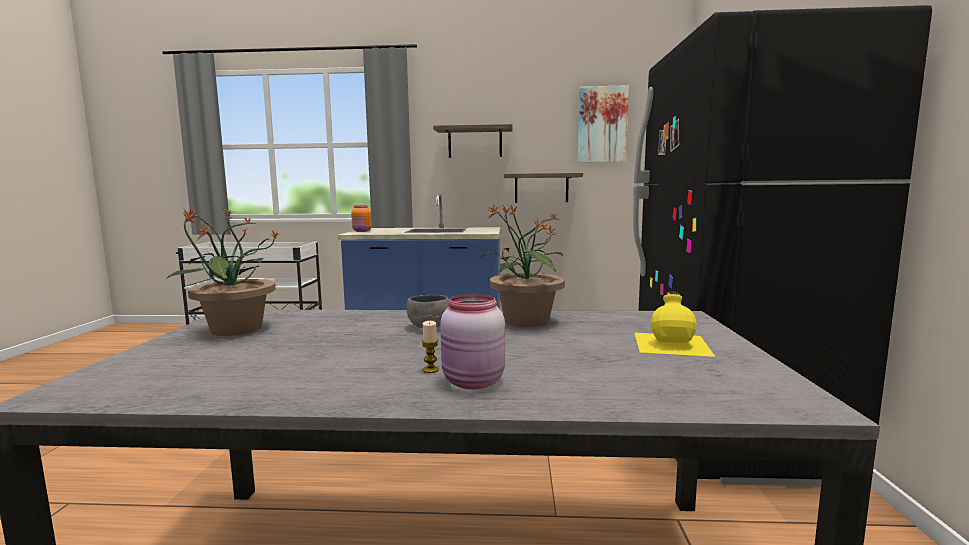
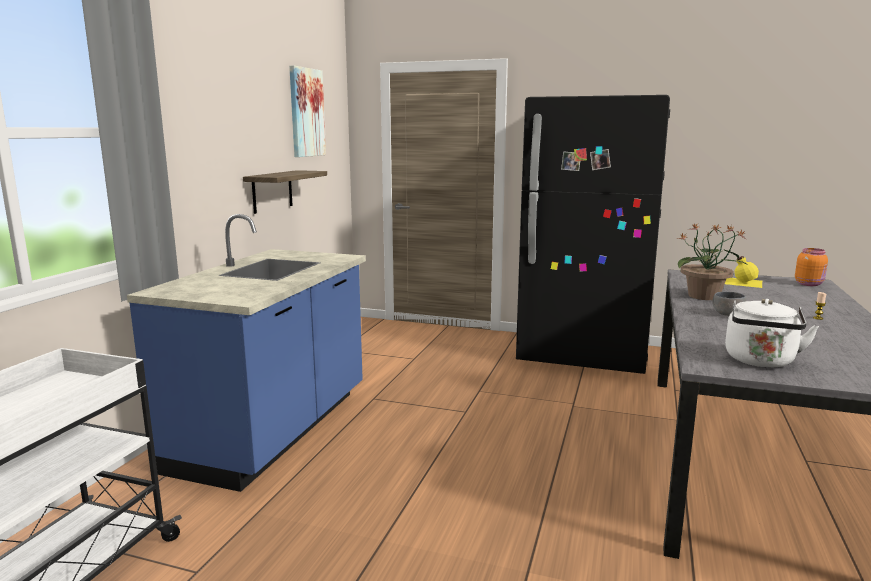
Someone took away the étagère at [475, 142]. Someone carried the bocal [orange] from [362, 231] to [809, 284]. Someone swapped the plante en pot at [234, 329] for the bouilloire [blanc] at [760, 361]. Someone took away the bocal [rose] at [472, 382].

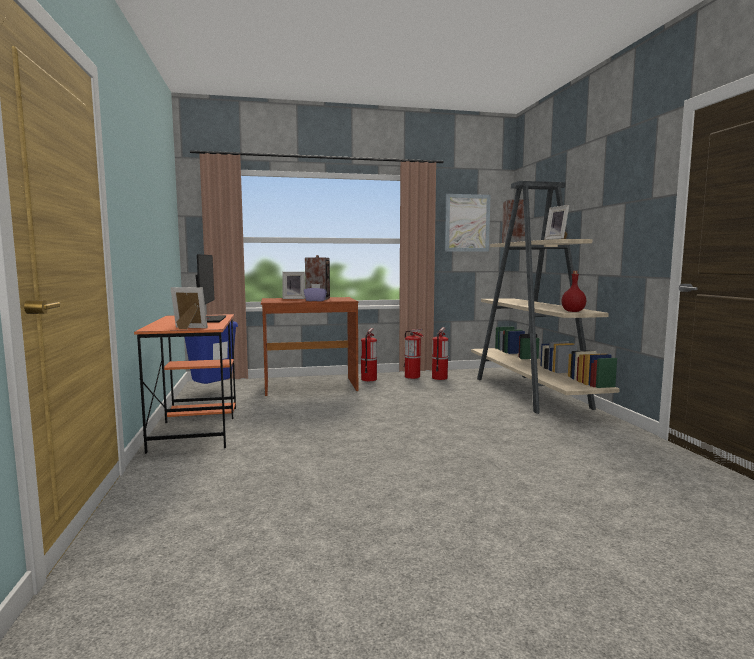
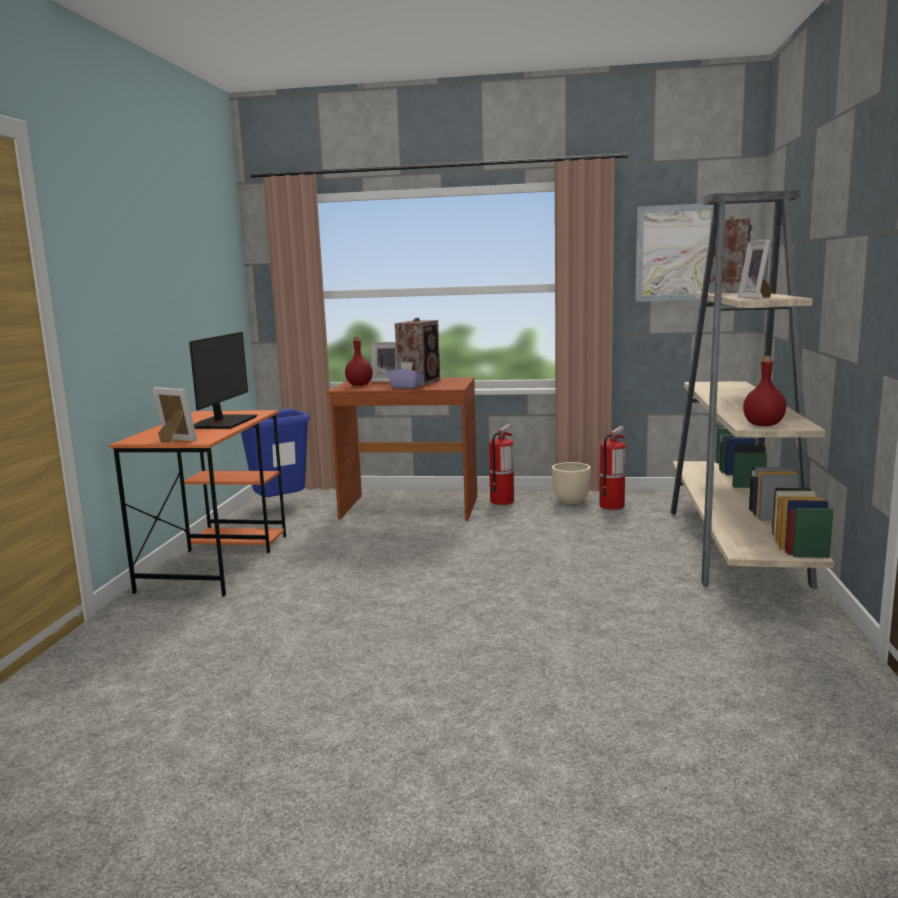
Someone swapped the extincteur at [412, 377] for the cache-pot [beige] at [571, 501]. Someone put down the bouteille [rouge] at [359, 385].

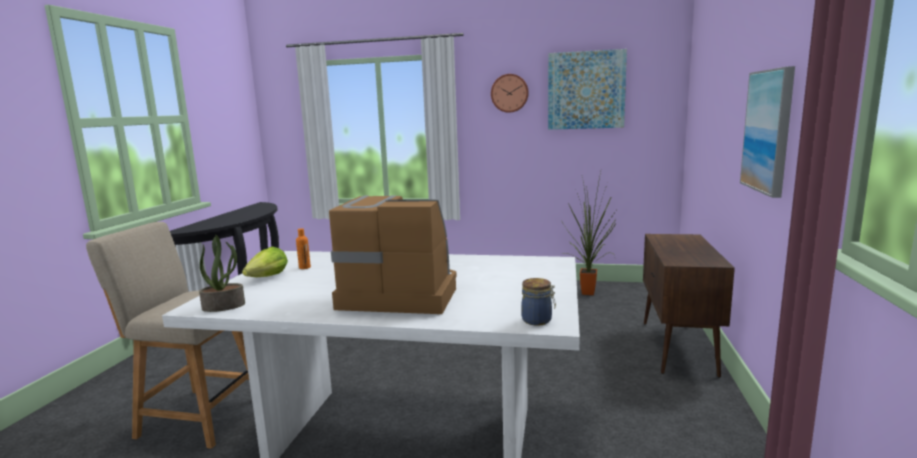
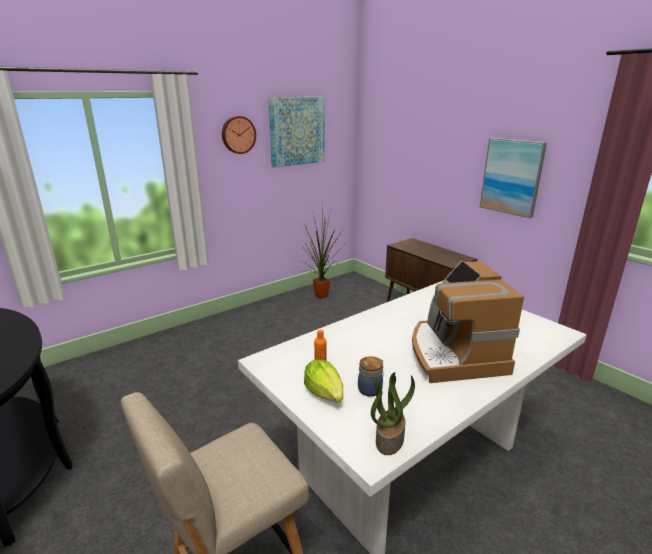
Someone rotated the machine à café at [398, 294] by 60 degrees counterclockwise. Someone carried the bocal from [538, 320] to [371, 389].

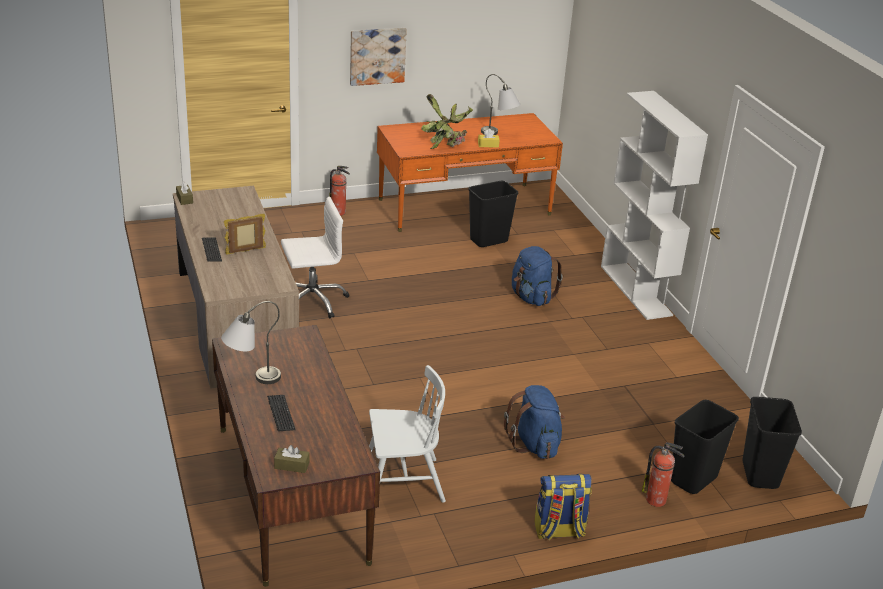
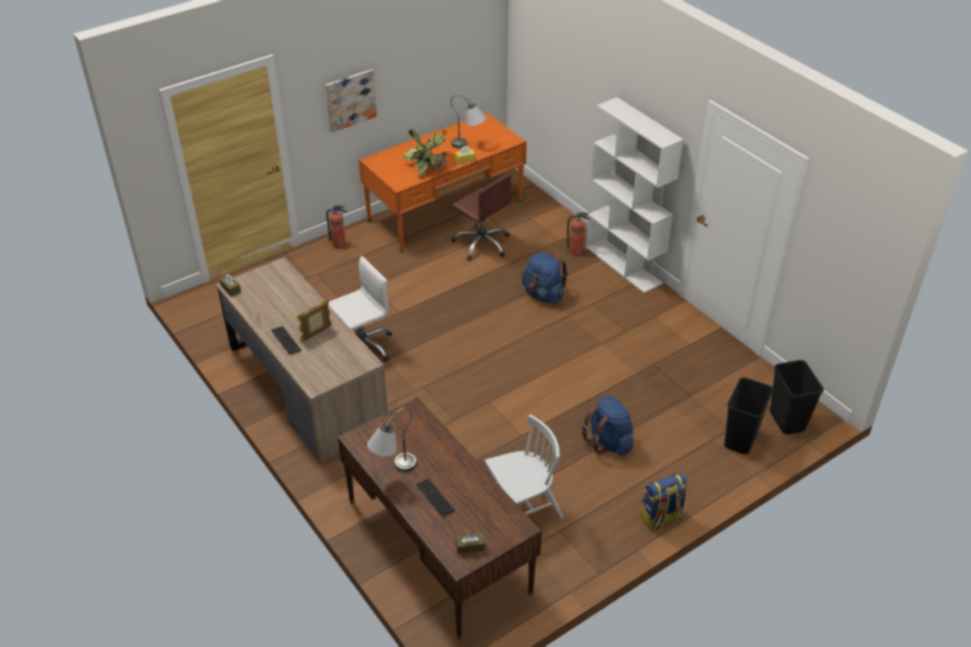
Someone swapped the poubelle [noir] at [488, 241] for the chaise de bureau [marron] at [482, 243]. Someone carried the extincteur from [657, 500] to [576, 252].

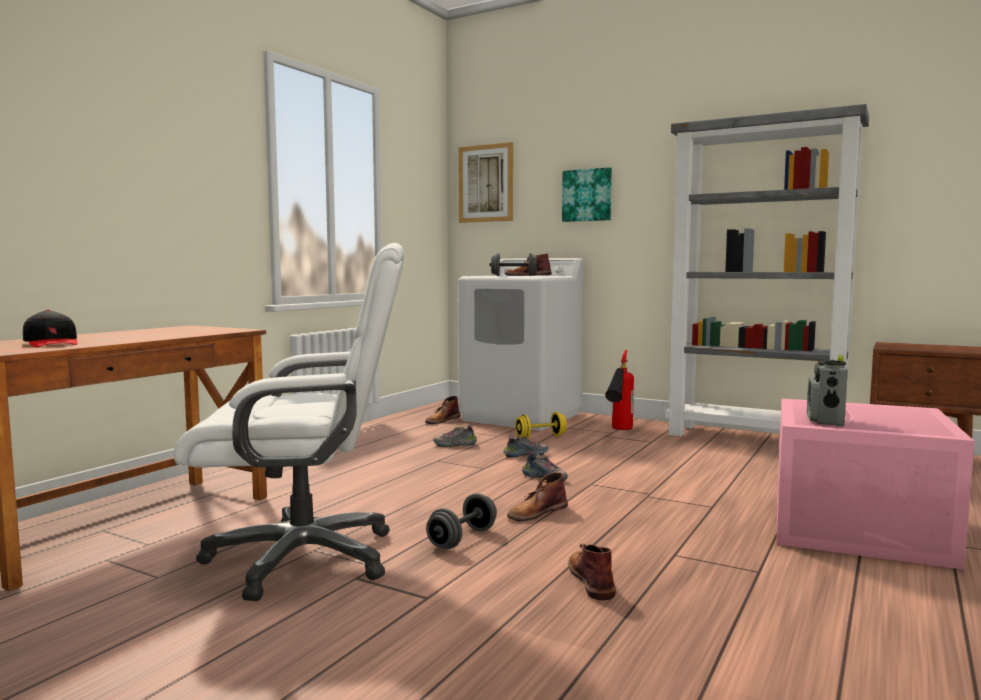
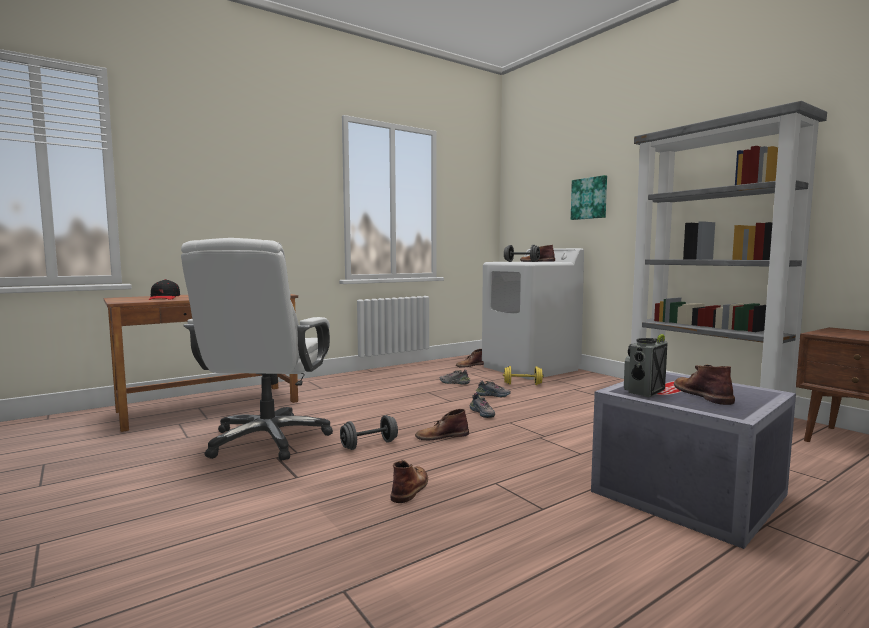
Someone took away the tableau at [485, 183]. Someone rotated the chaise de bureau [blanc] at [305, 557] by 75 degrees clockwise. Someone took away the extincteur at [619, 432]. Someone repainted the boîte de rangement [rose] at [860, 529], which became the boîte de rangement [gris] at [690, 494]. Someone put down the botte [marron] at [702, 395].

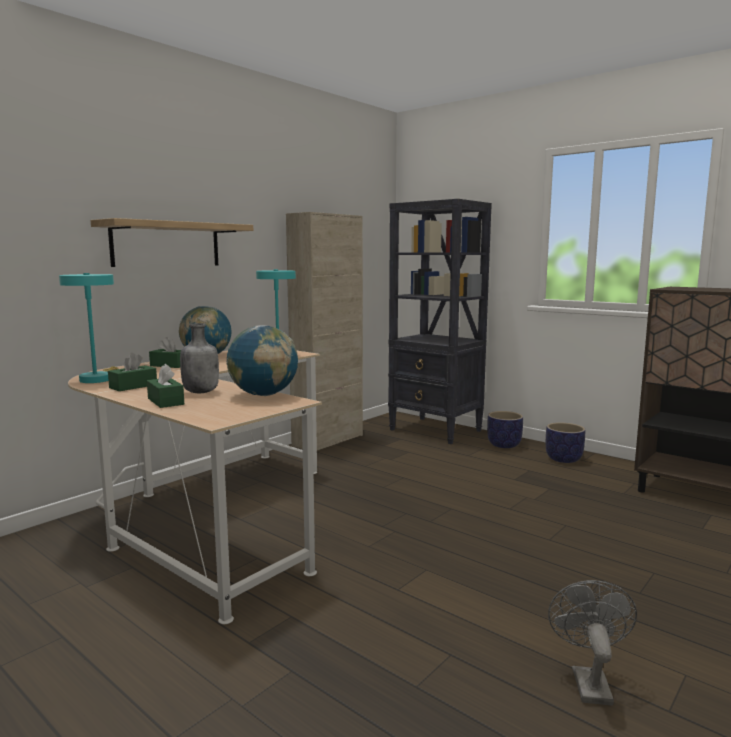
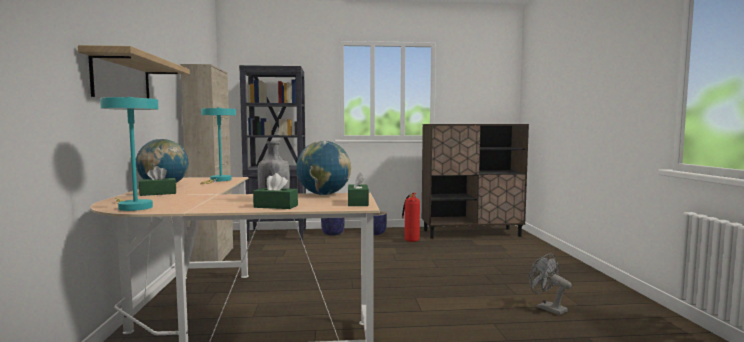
Someone carried the boîte à mouchoirs [vert] from [133, 386] to [358, 203]. Someone put down the extincteur at [410, 238].

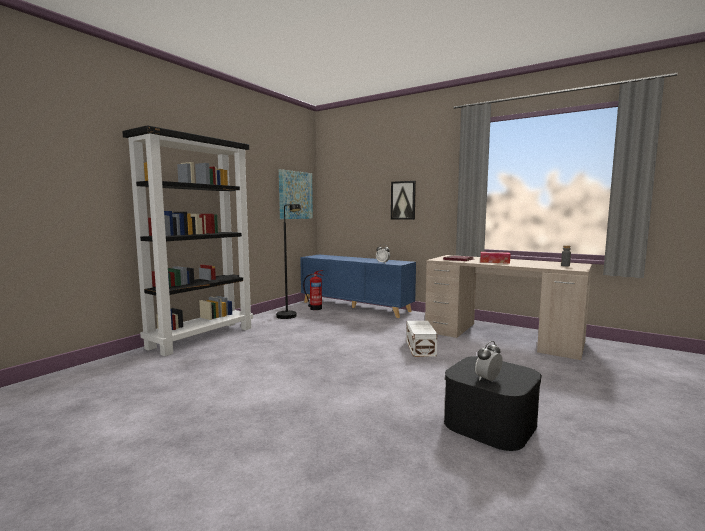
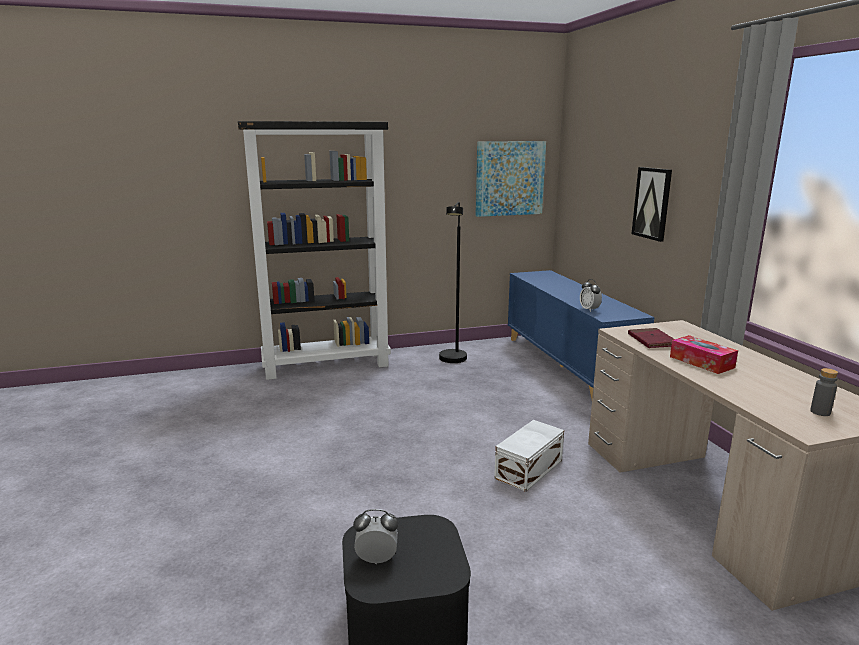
Someone took away the extincteur at [315, 308].

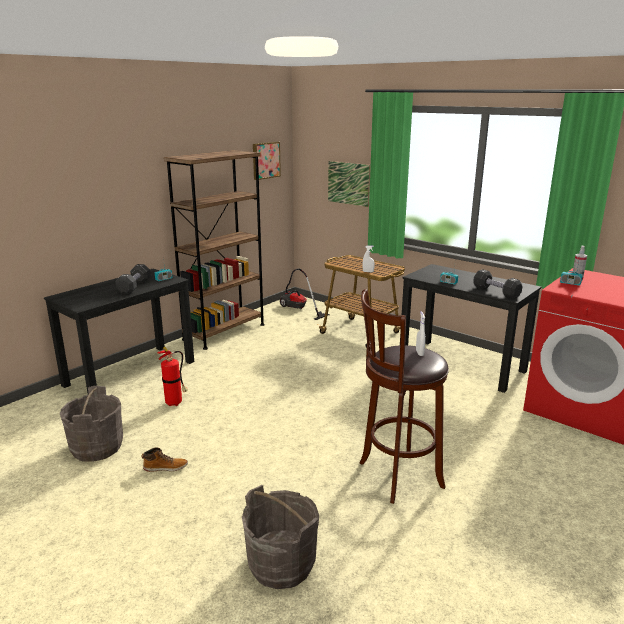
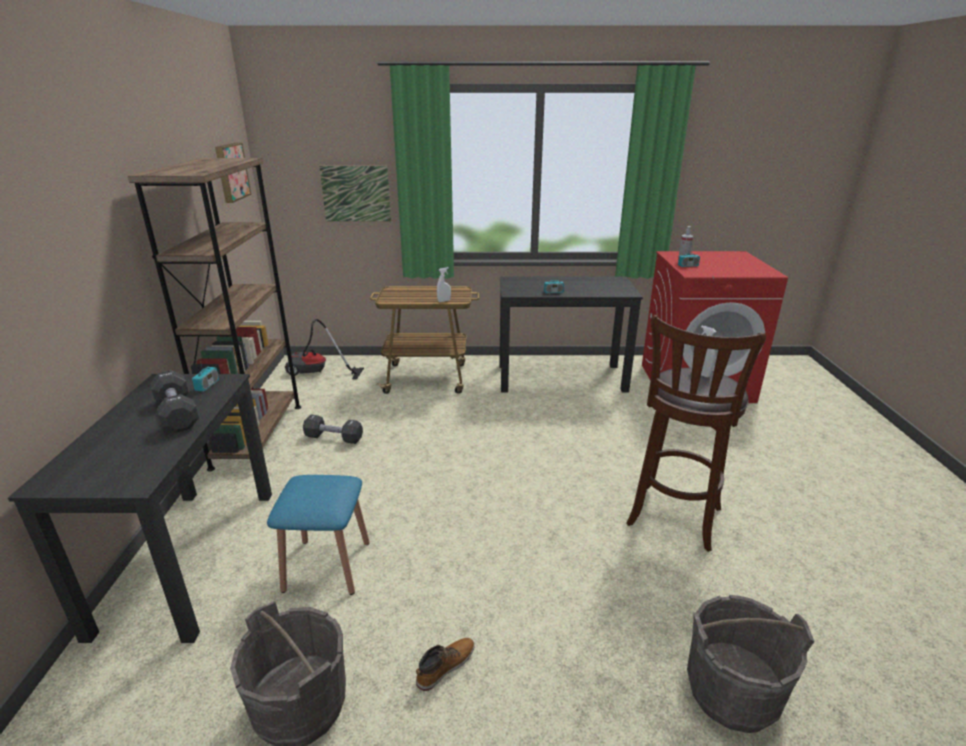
Someone carried the haltère [noir] from [496, 292] to [334, 438]. Someone swapped the extincteur at [175, 403] for the tabouret [bleu] at [327, 566].

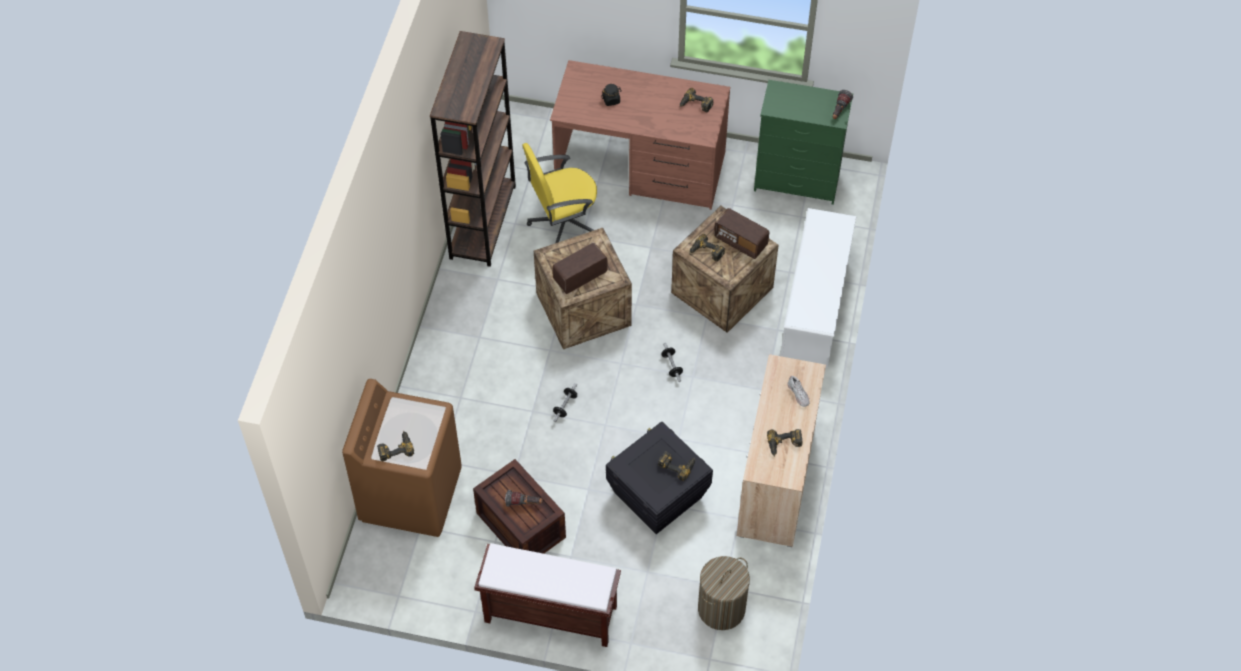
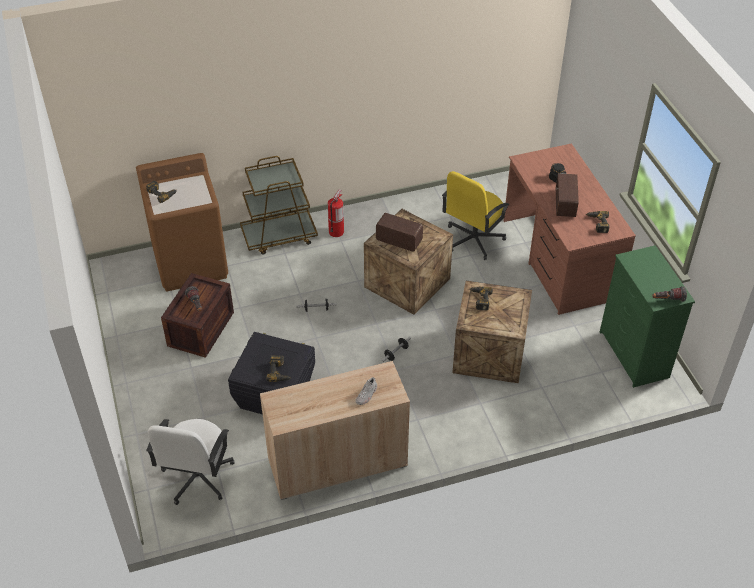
Someone took away the bibliothèque [marron] at [483, 222]. Someone rotated the chaise de bureau [jaune] at [563, 222] by 90 degrees counterclockwise. Someone carried the radio from [740, 242] to [565, 204]. Someone took away the étagère à chaussures [blanc] at [814, 308]. Someone took away the perceuse at [784, 445]. Someone took away the banc [marron] at [549, 614]. Someone swapped the panier à linge at [721, 609] for the chaise de bureau [blanc] at [197, 477]. Someone put down the chariot [marron] at [279, 236]. Someone put down the extincteur at [336, 231].

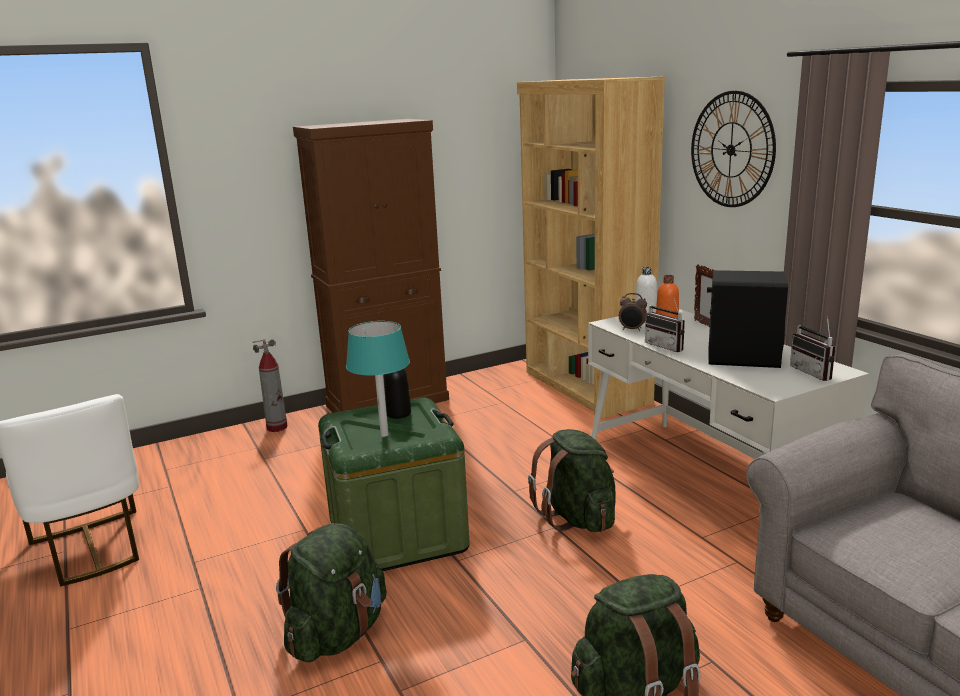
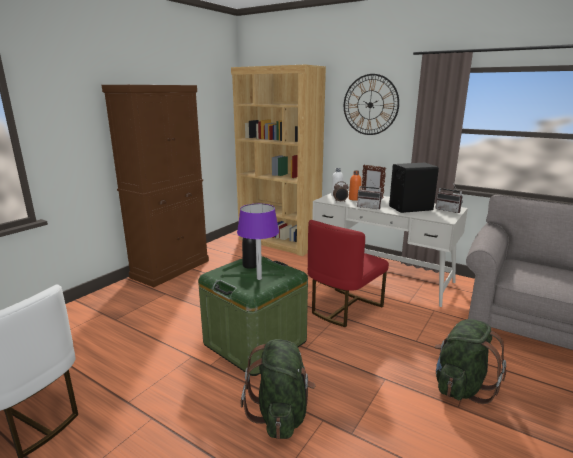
Someone repainted the lampe de table [turquoise] at [384, 435], which became the lampe de table [violet] at [259, 278]. Someone took away the extincteur at [277, 427]. Someone swapped the sac à dos [vert] at [577, 518] for the chaise [rouge] at [343, 308].

